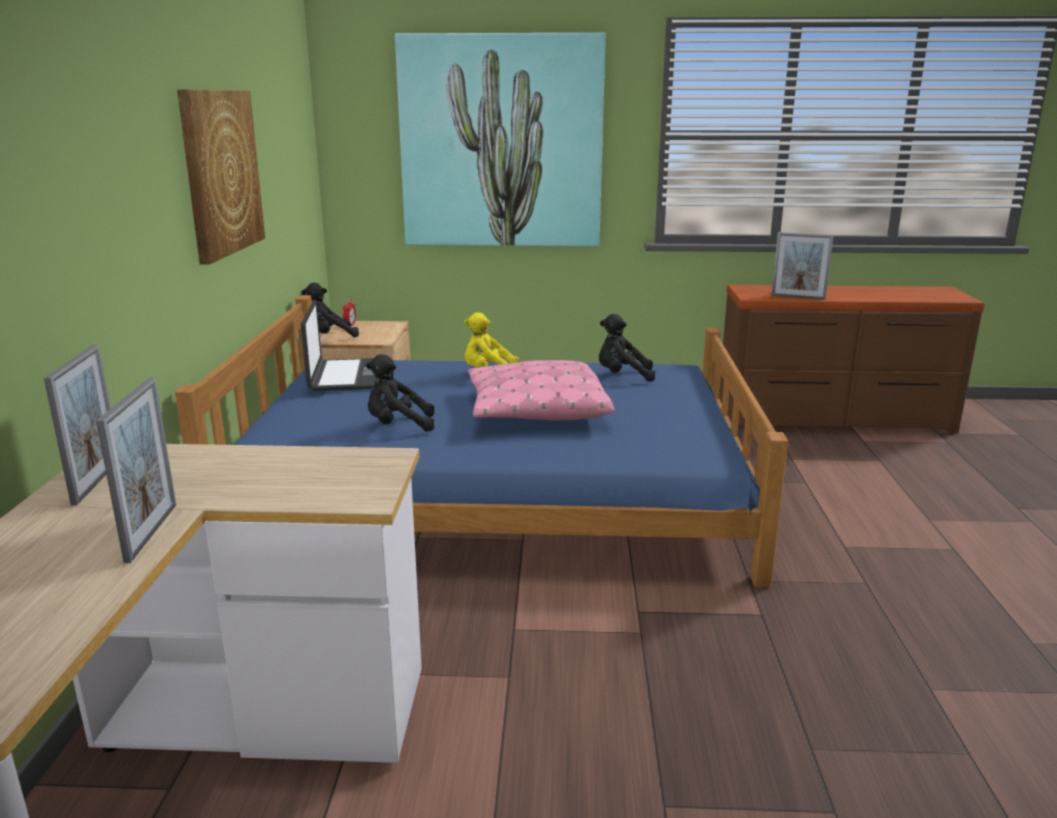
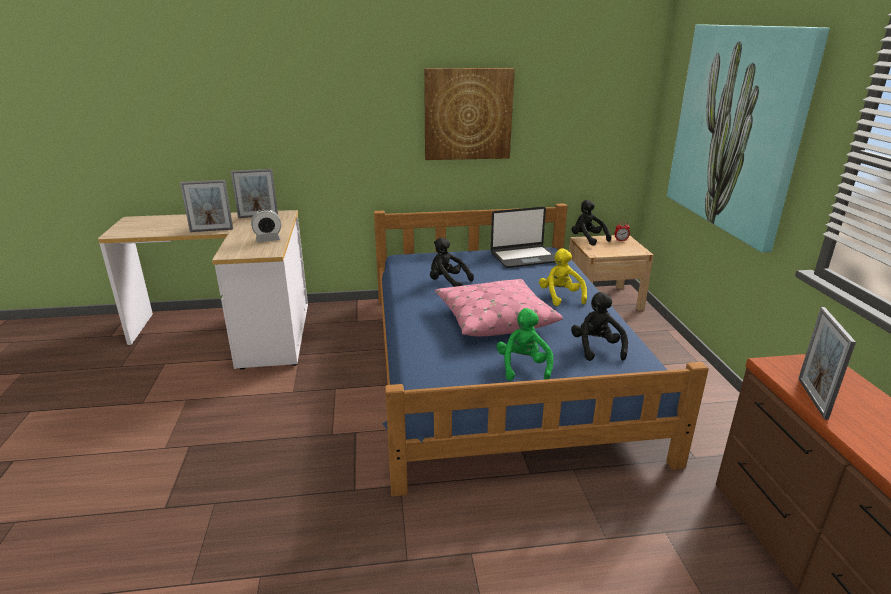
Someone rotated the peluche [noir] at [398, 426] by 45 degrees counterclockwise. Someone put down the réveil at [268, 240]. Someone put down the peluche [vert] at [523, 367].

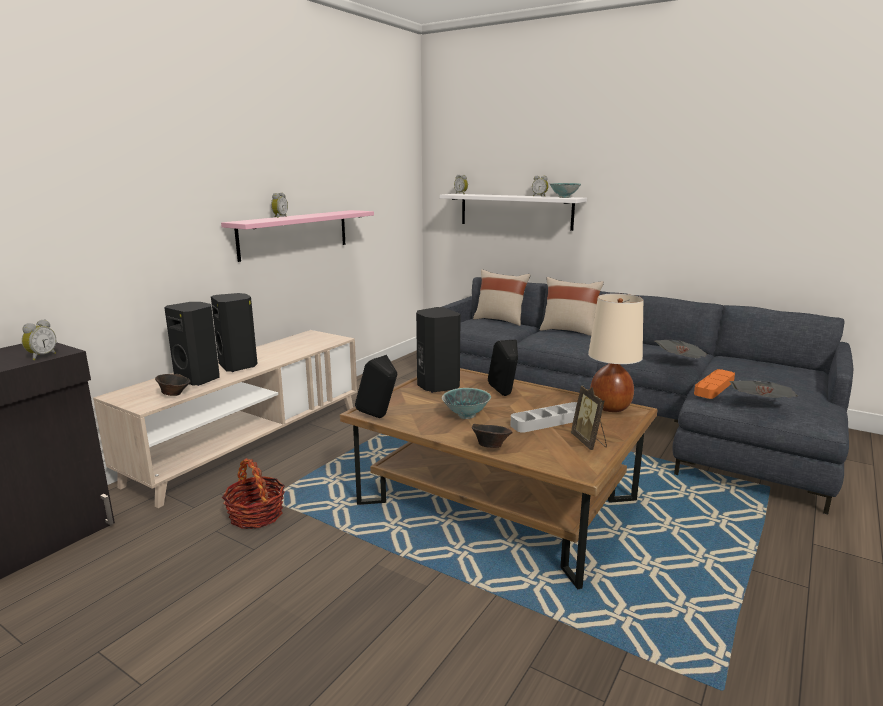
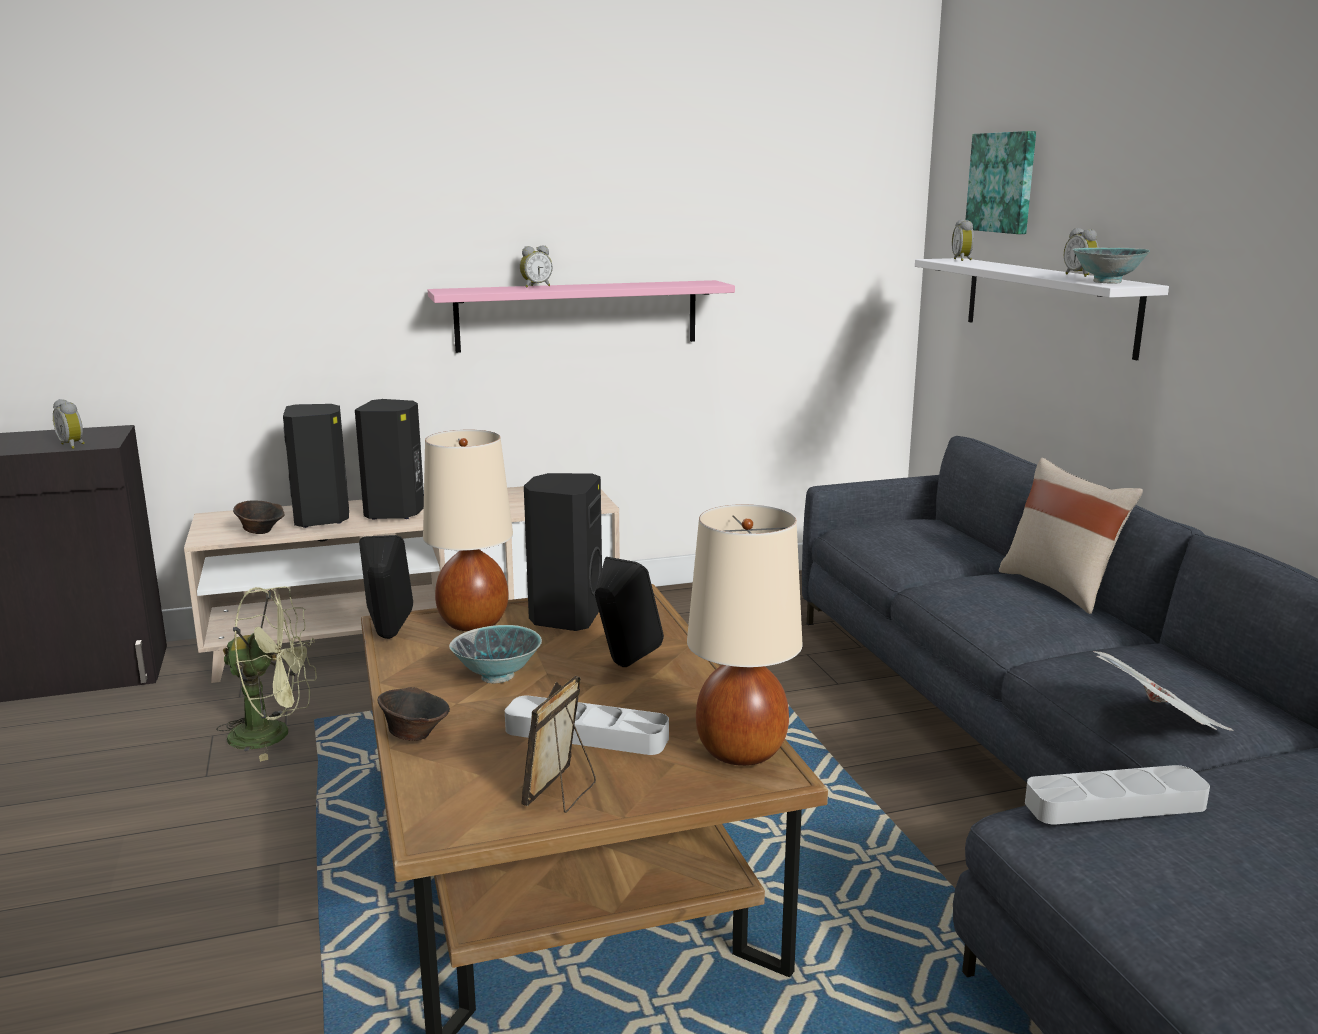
Someone took away the coussin [beige] at [500, 320]. Someone rotated the réveil at [41, 356] by 75 degrees clockwise. Someone repainted the plateau [orange] at [714, 387], which became the plateau [gris] at [1115, 804]. Someone took away the journal at [760, 405]. Someone swapped the panier at [256, 515] for the ventilateur [vert] at [273, 735]. Someone put up the tableau at [1003, 182]. Someone put down the lampe de table [beige] at [473, 623].

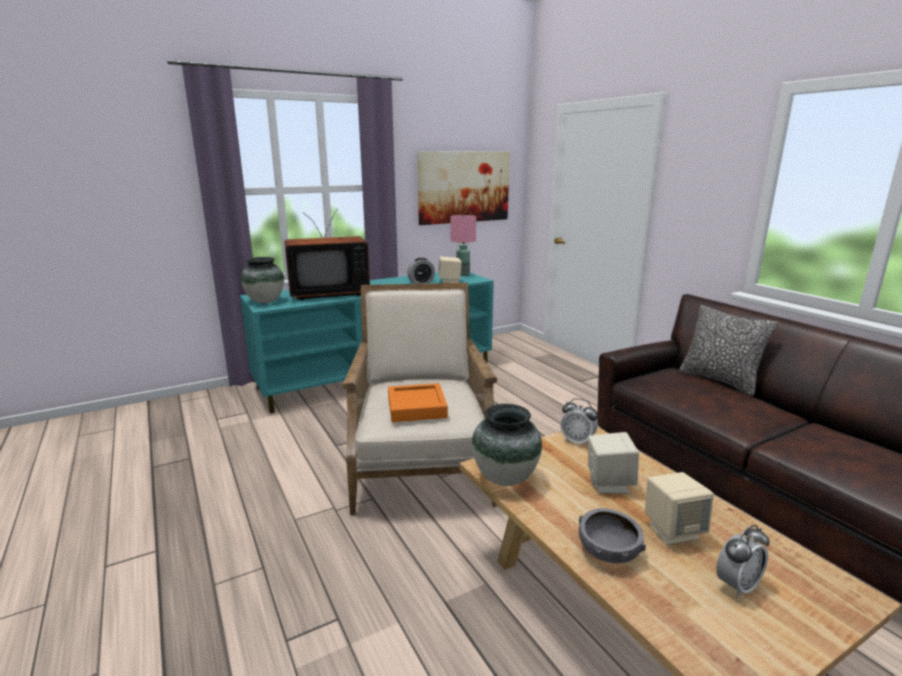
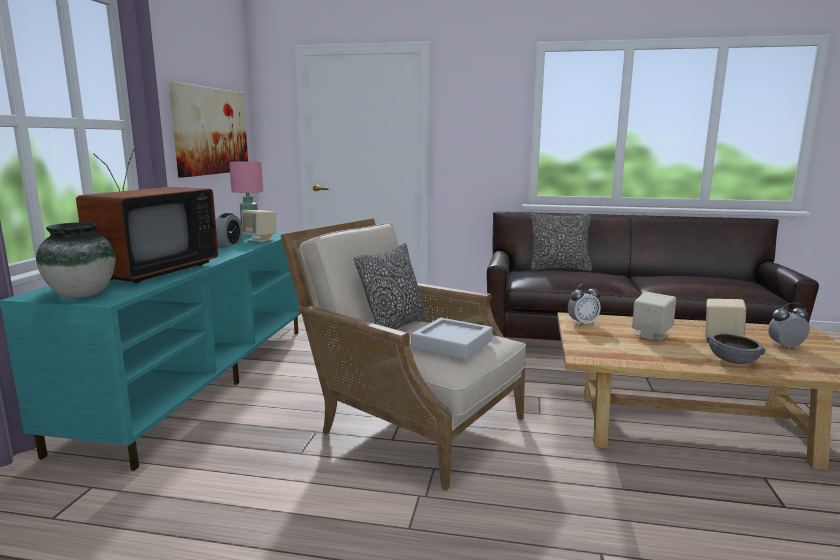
Someone repainted the plateau [orange] at [416, 407], which became the plateau [gris] at [452, 344]. Someone took away the vase at [505, 477]. Someone rotated the réveil at [737, 585] by 105 degrees counterclockwise. Someone put down the coussin at [394, 327].

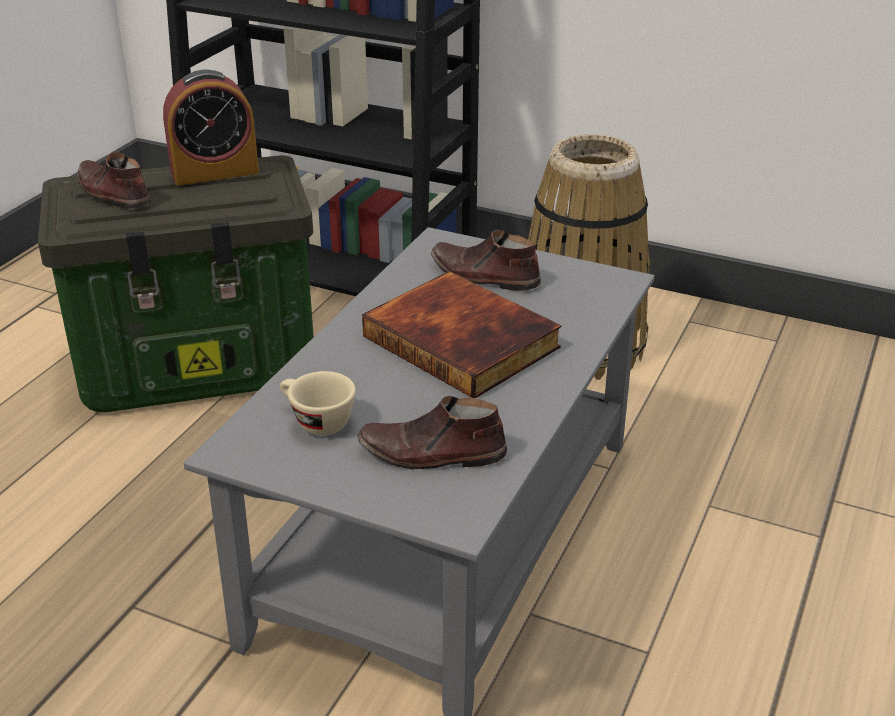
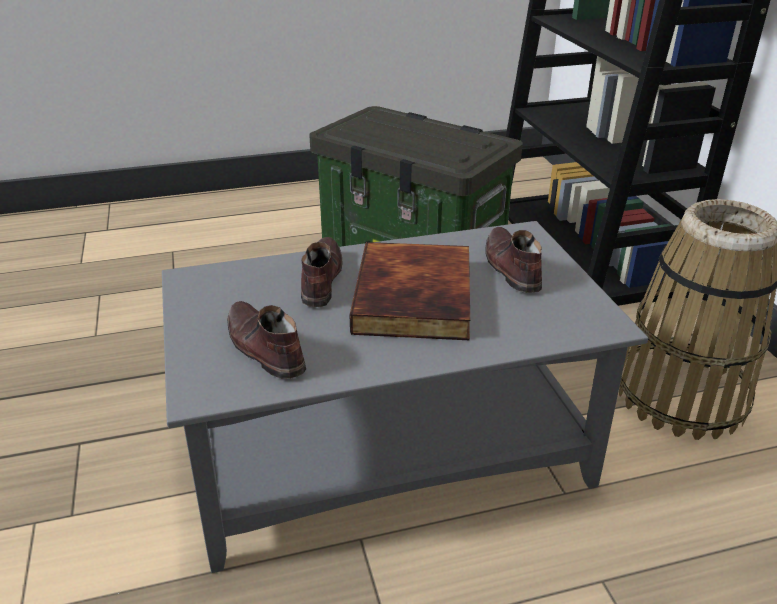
Someone took away the réveil at [214, 172]. Someone carried the chaussure [marron] from [112, 194] to [320, 279]. Someone took away the tasse [beige] at [315, 421].

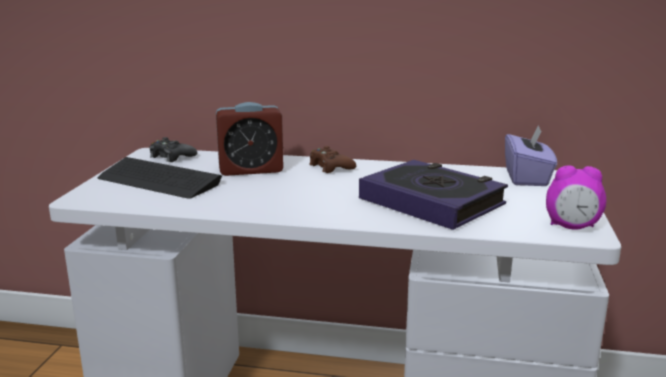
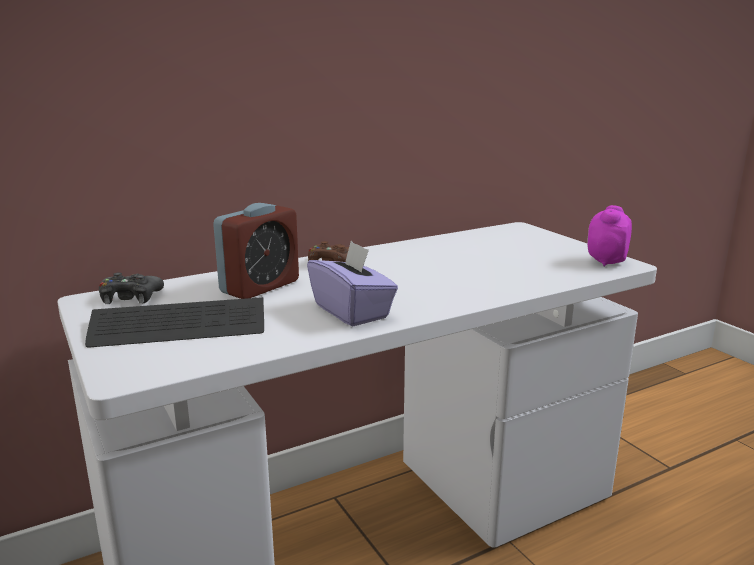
Someone carried the boîte à mouchoirs [violet] from [527, 177] to [352, 311]. Someone took away the livre at [431, 202]. Someone rotated the réveil at [572, 227] by 150 degrees clockwise.

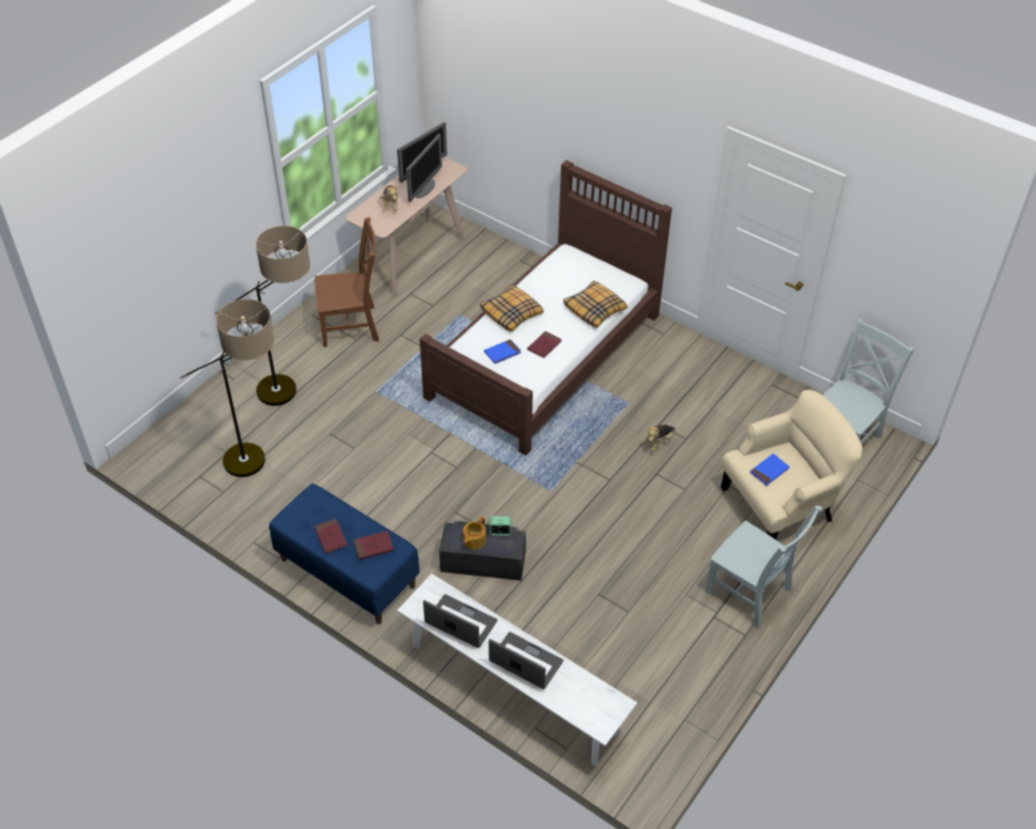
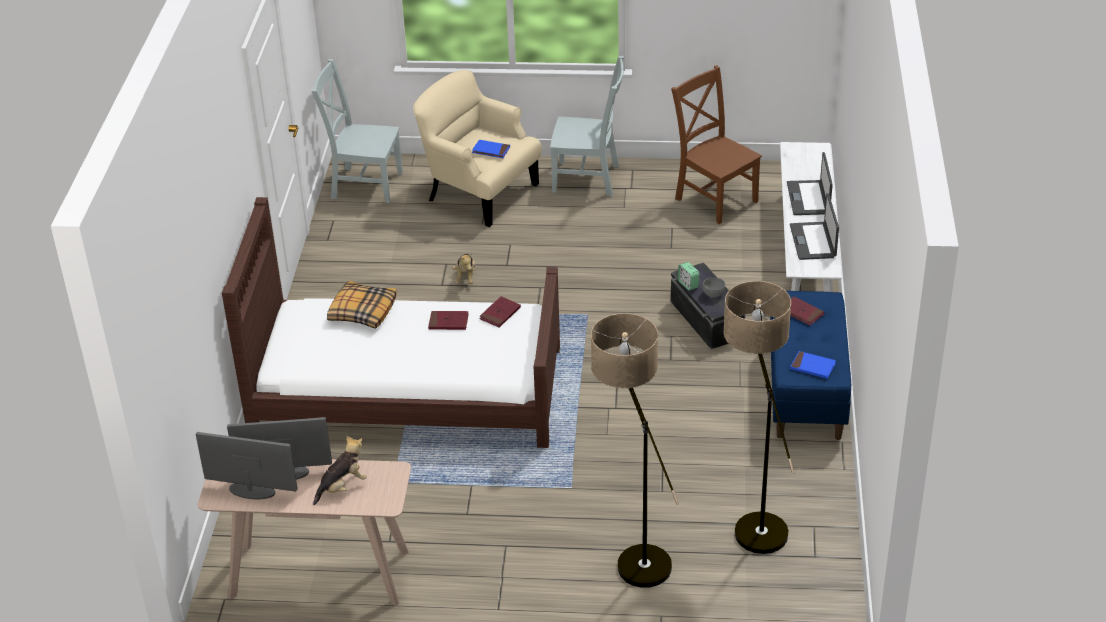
Someone carried the chaise [marron] from [352, 326] to [714, 198]. Someone took away the coussin at [512, 313]. Someone carried the livre [bleu] from [502, 353] to [812, 367]. Someone rotated the peluche at [658, 442] by 75 degrees clockwise. Someone rotated the chaise [gris] at [751, 593] by 90 degrees clockwise. Someone swapped the théière at [474, 540] for the bol [gris] at [713, 294]. Someone carried the livre [rouge] from [330, 537] to [500, 314].

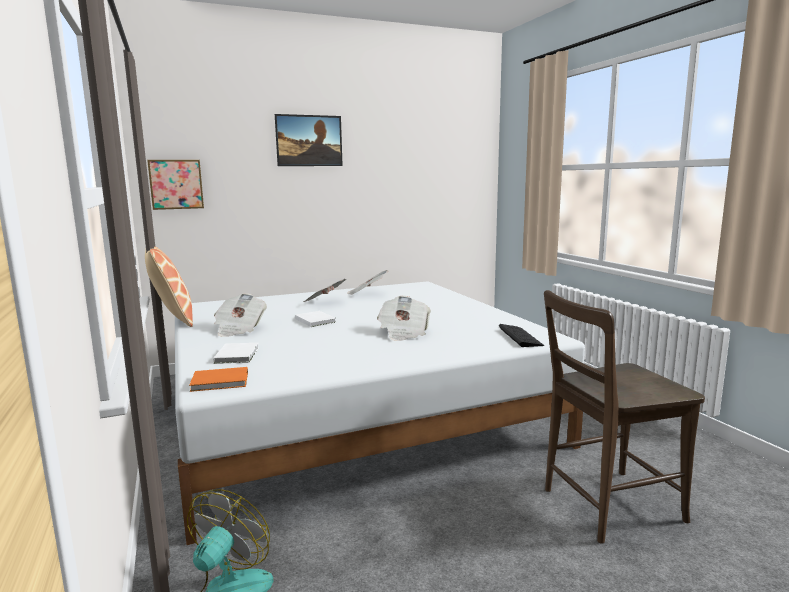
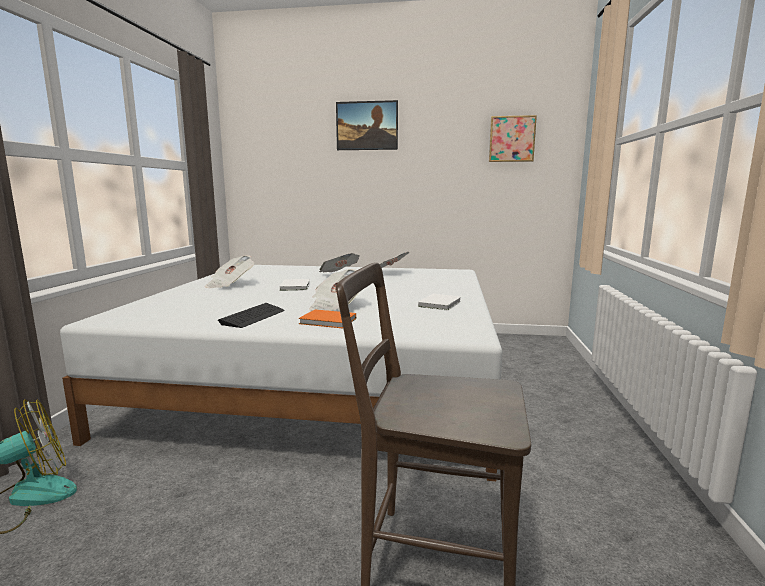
Someone carried the tableau from [176, 184] to [511, 139]. Someone took away the coussin at [172, 318]. Someone carried the clavier from [520, 337] to [253, 317]. Someone carried the livre [blanc] from [238, 355] to [441, 304]. Someone carried the livre [orange] from [221, 382] to [329, 321].

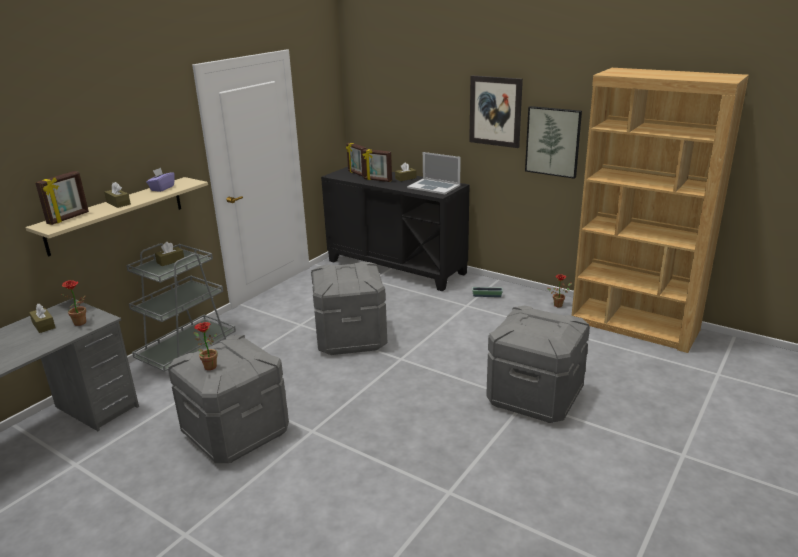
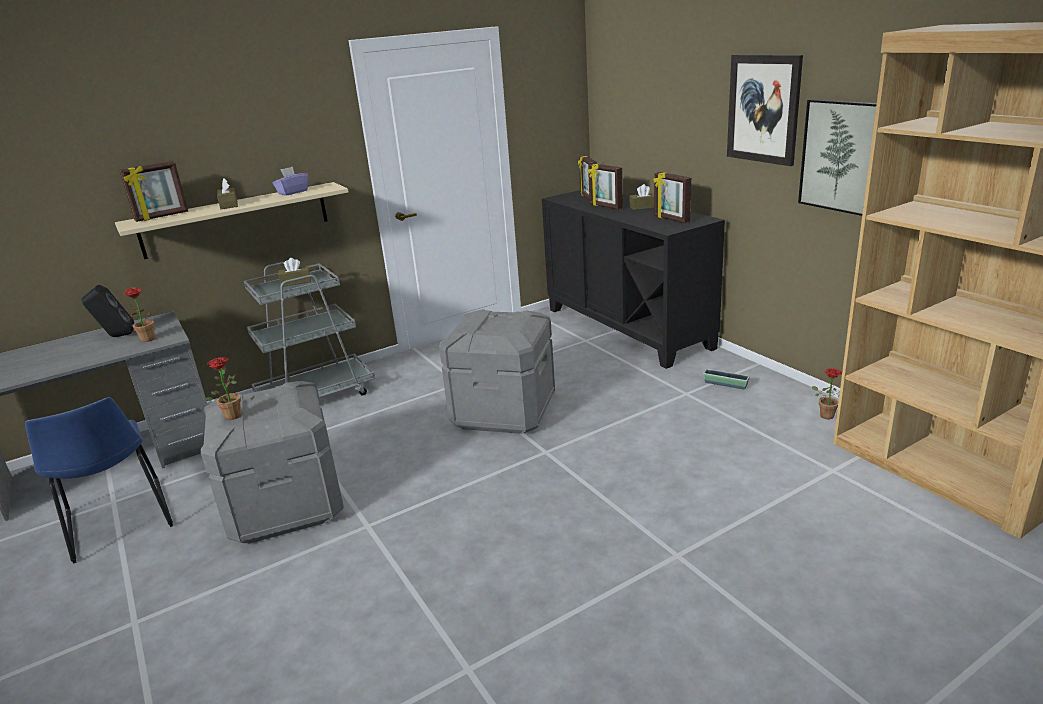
Someone swapped the ordinateur portable at [434, 186] for the cadre photo at [671, 219]. Someone swapped the boîte à mouchoirs [marron] at [43, 325] for the enceinte [noir] at [116, 336]. Someone took away the boîte de rangement [gris] at [535, 397]. Someone put down the chaise [bleu] at [119, 522].

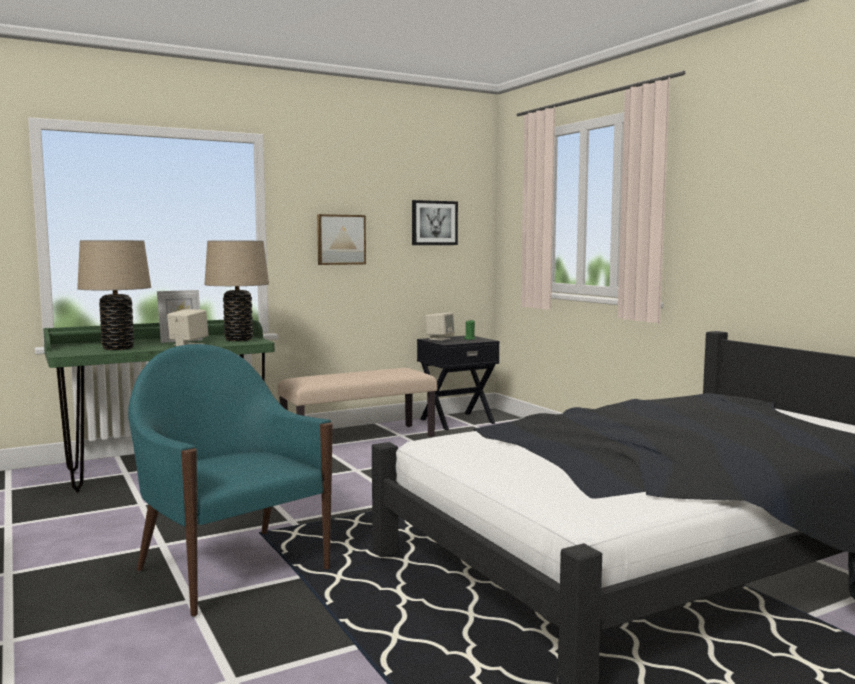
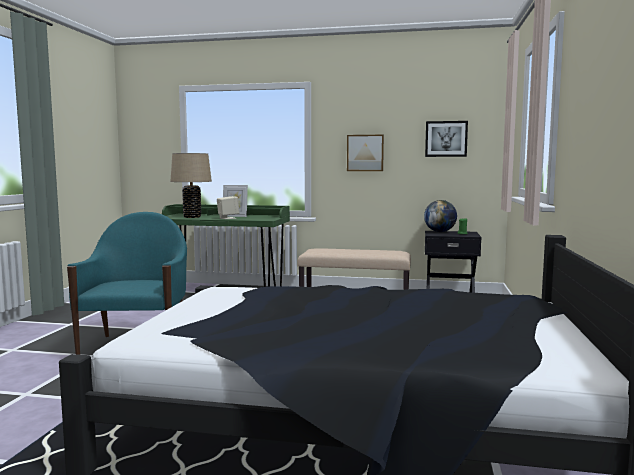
Someone took away the lampe de table [beige] at [238, 339]. Someone swapped the enceinte [beige] at [439, 339] for the globe at [440, 232].

